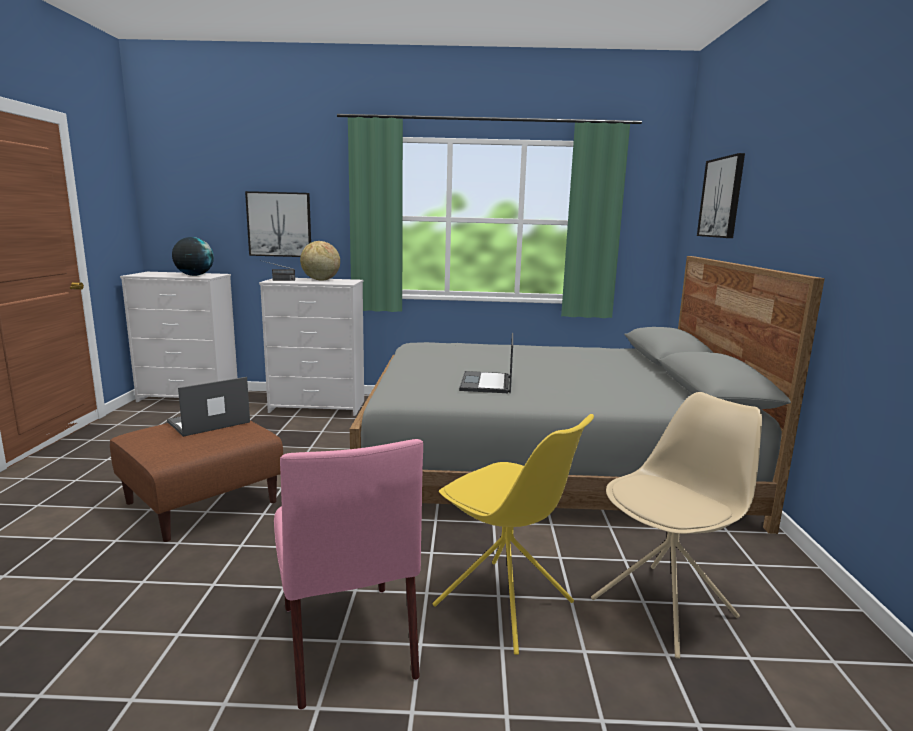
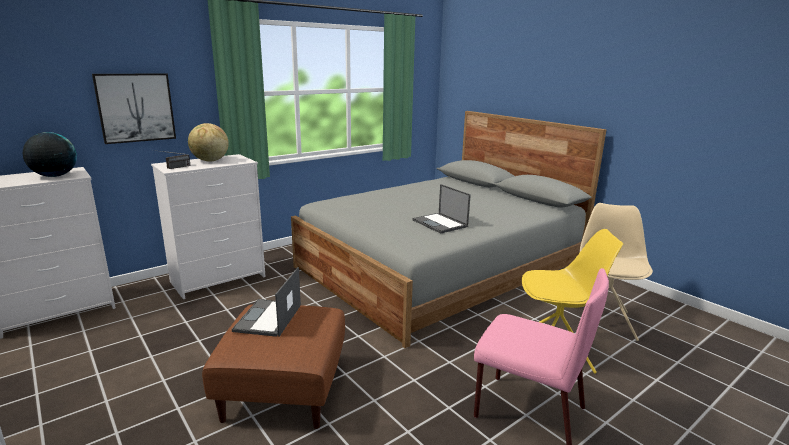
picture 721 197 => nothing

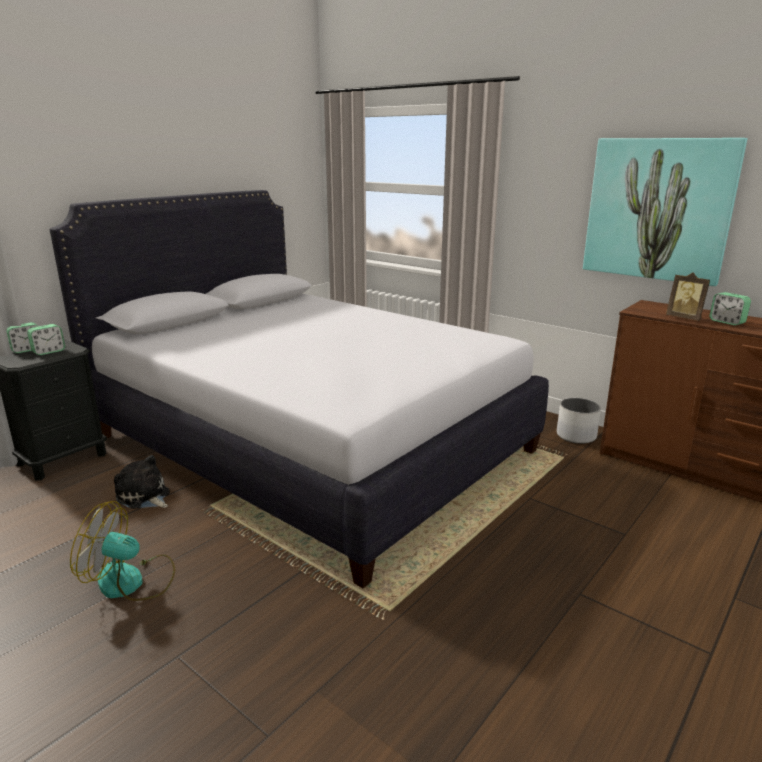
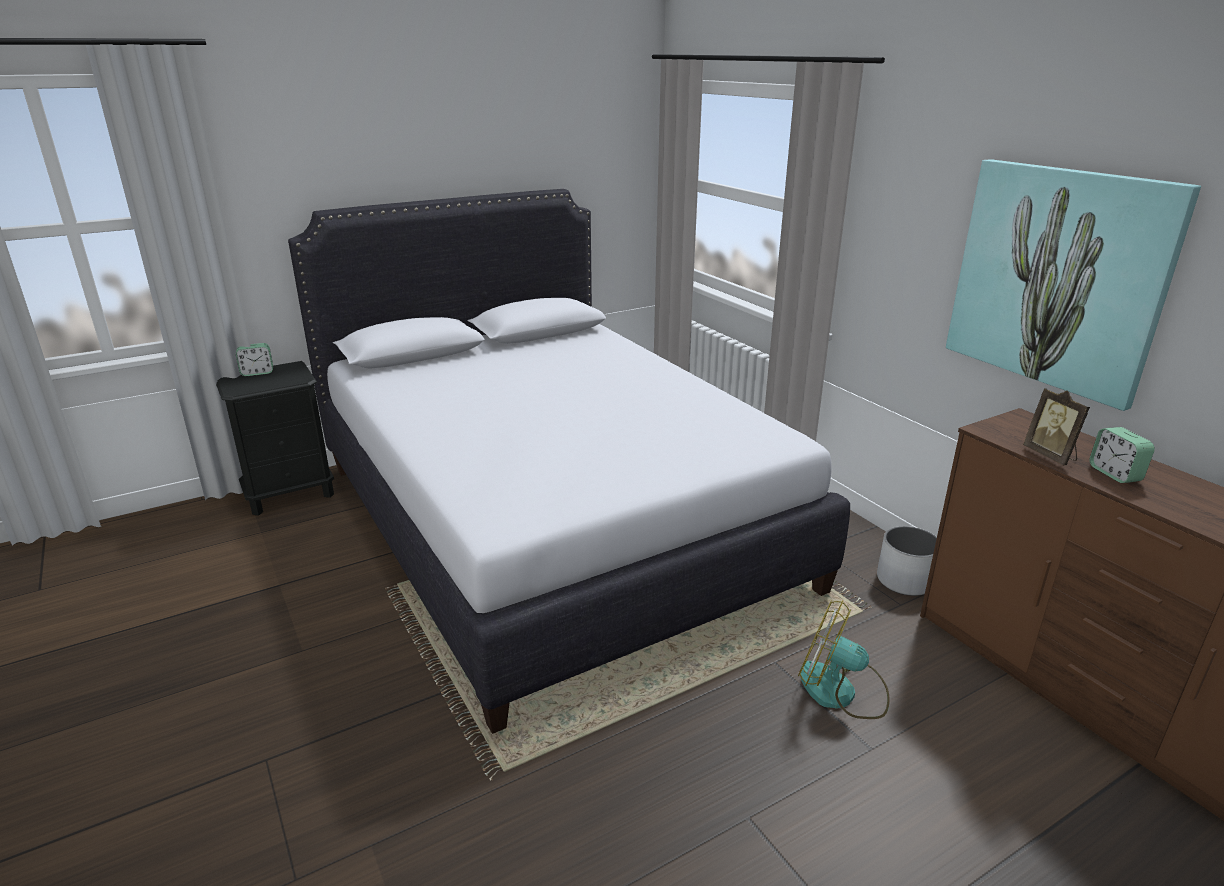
alarm clock 49 351 => nothing
fan 131 582 => fan 840 691, moved
plush toy 144 497 => nothing

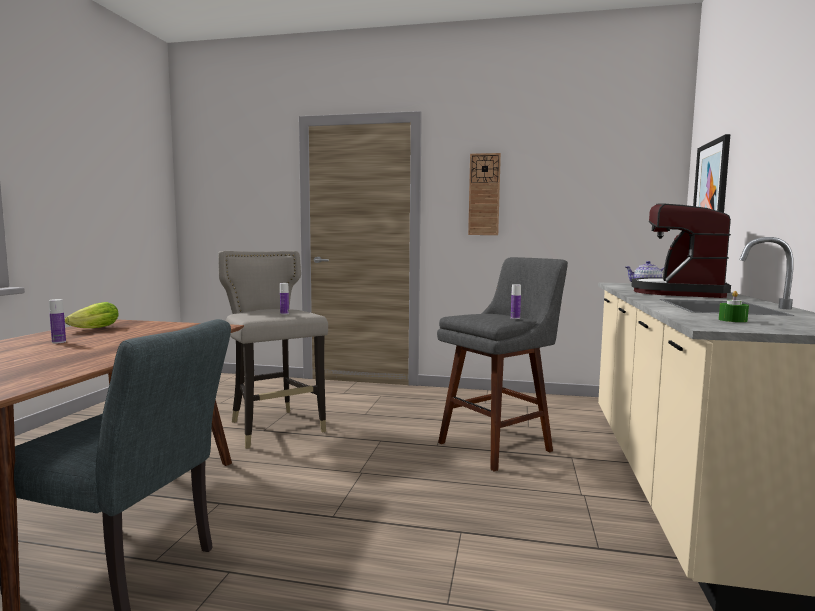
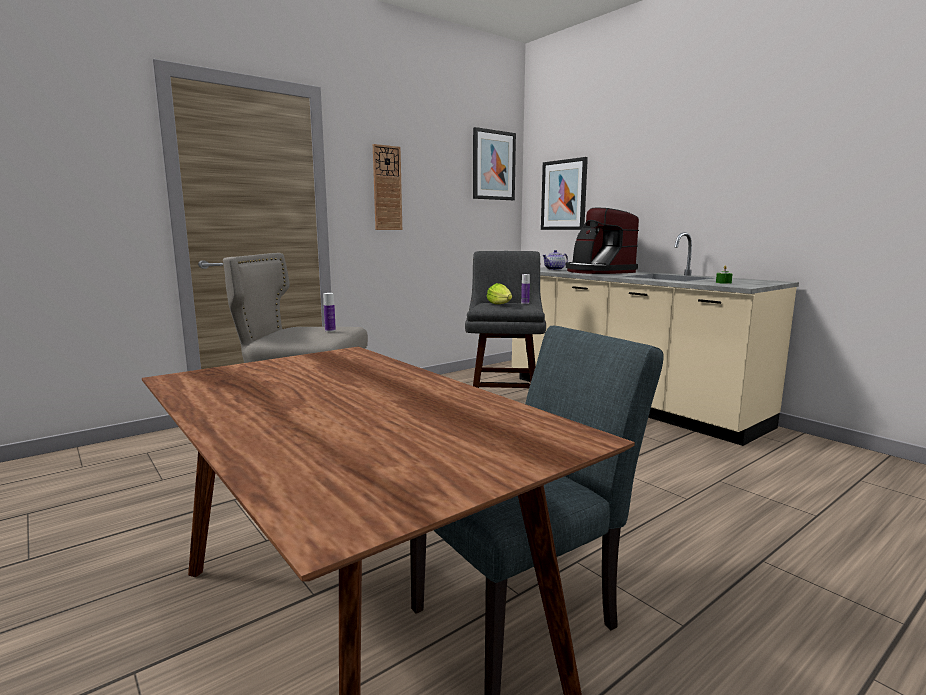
bottle 59 342 => nothing
lettuce 92 329 => lettuce 500 304, moved
nothing => picture 493 165

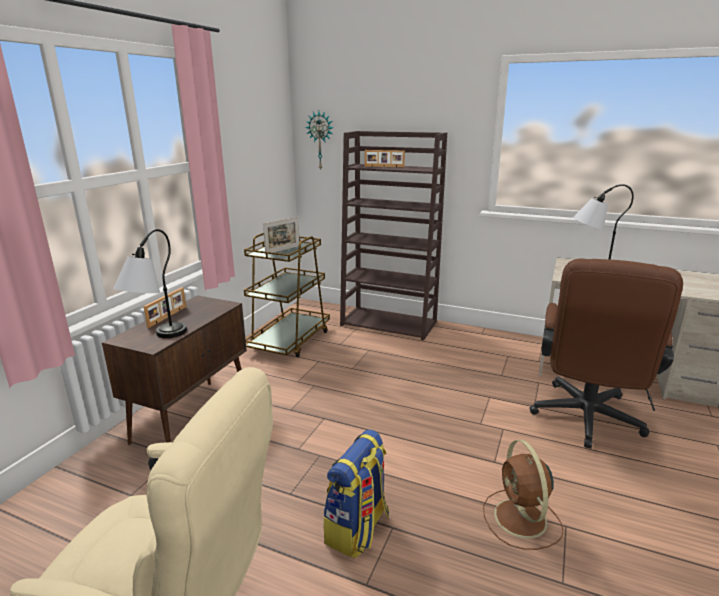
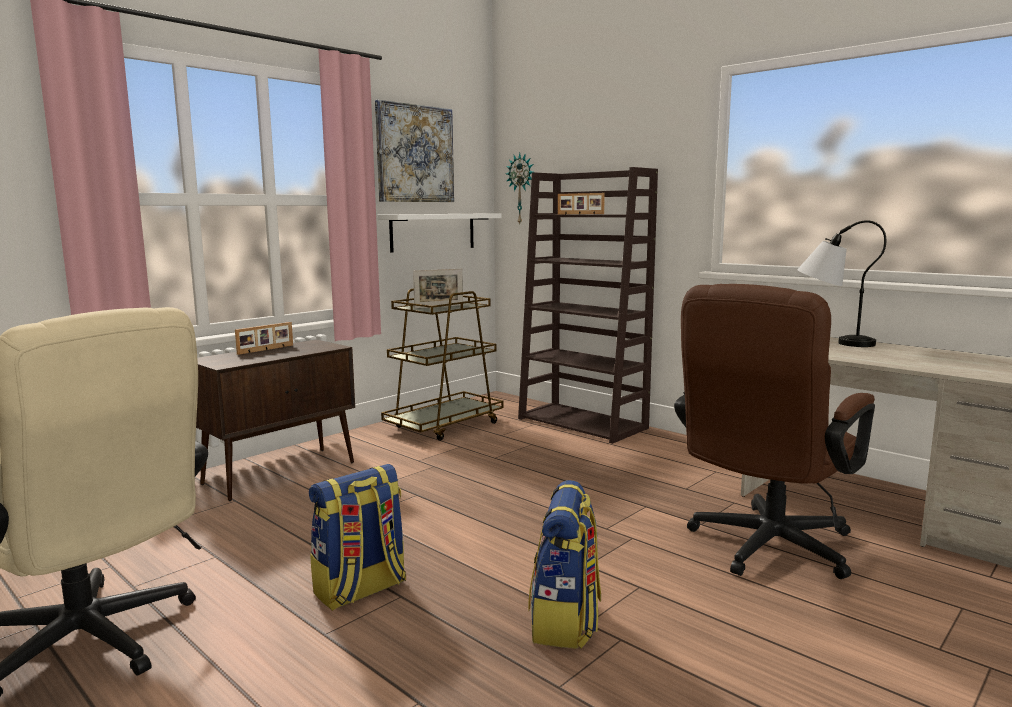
table lamp 156 340 => nothing
brown fan 521 520 => backpack 565 622
nothing => picture 415 154
nothing => white shelf 433 232

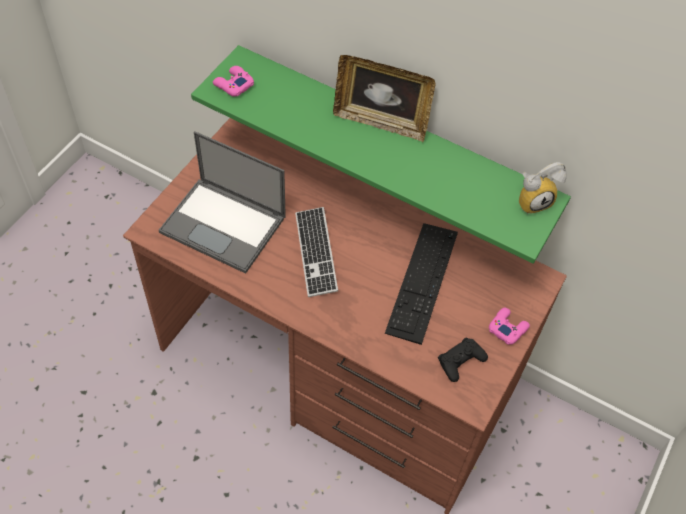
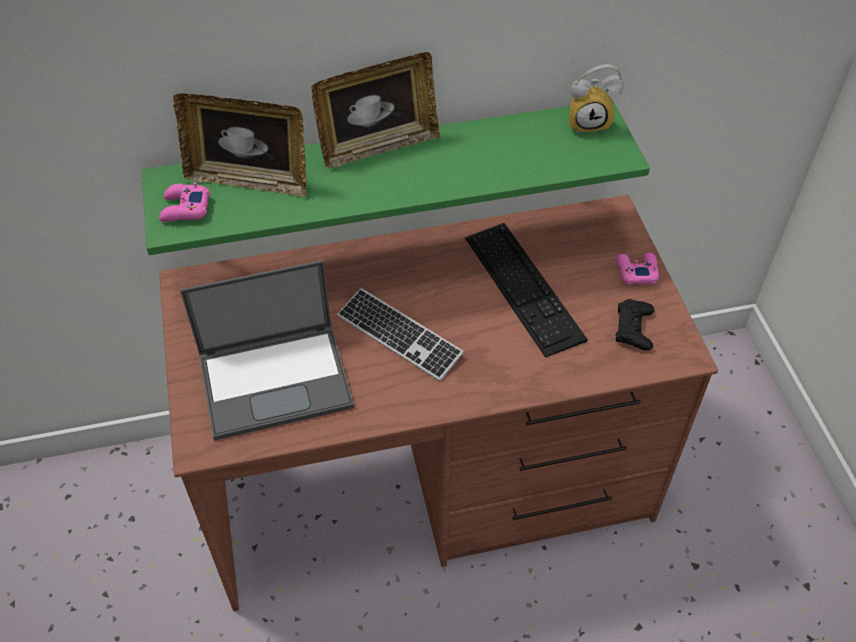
alarm clock 533 200 => alarm clock 589 122, 60 degrees clockwise
nothing => picture frame 249 180

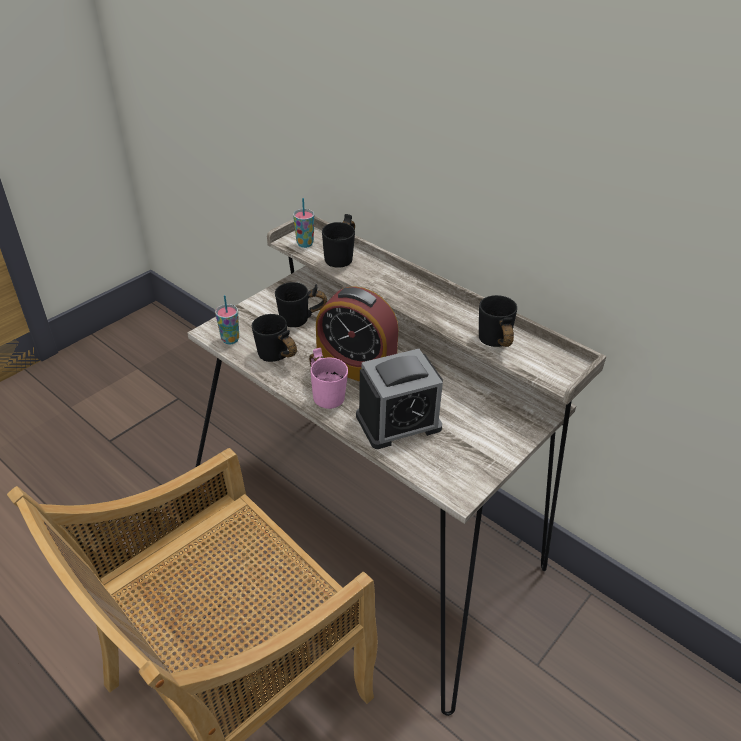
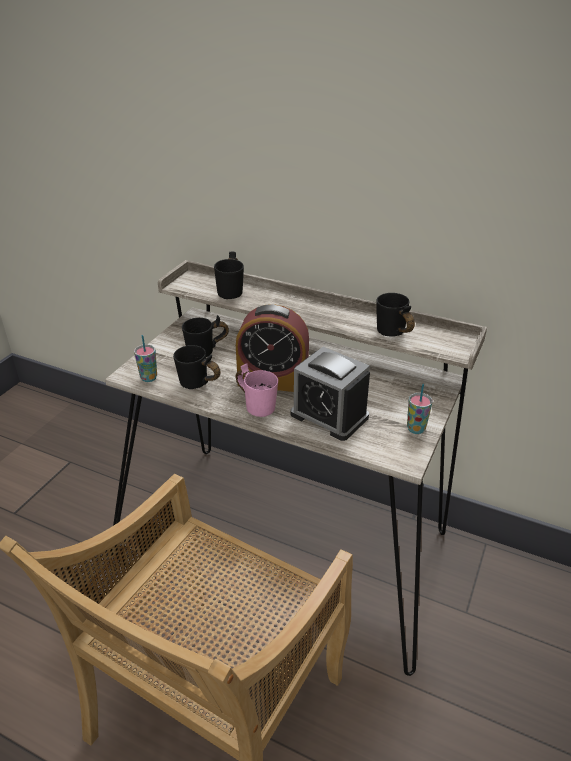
cup 305 244 => cup 416 429, moved
alarm clock 398 422 => alarm clock 329 416, 75 degrees clockwise

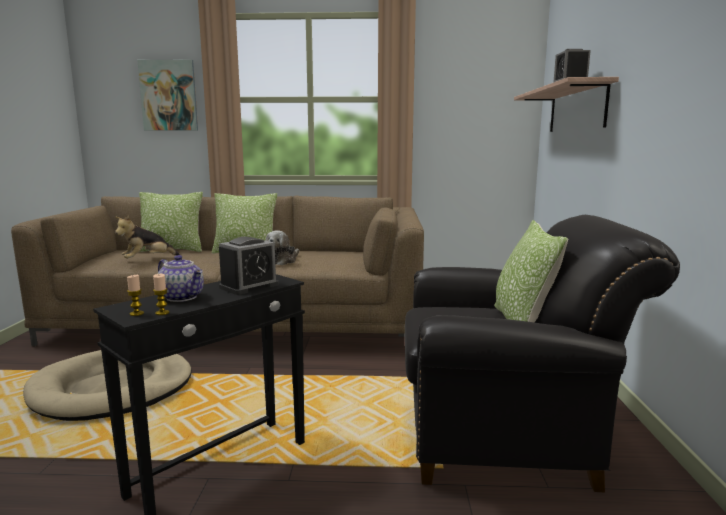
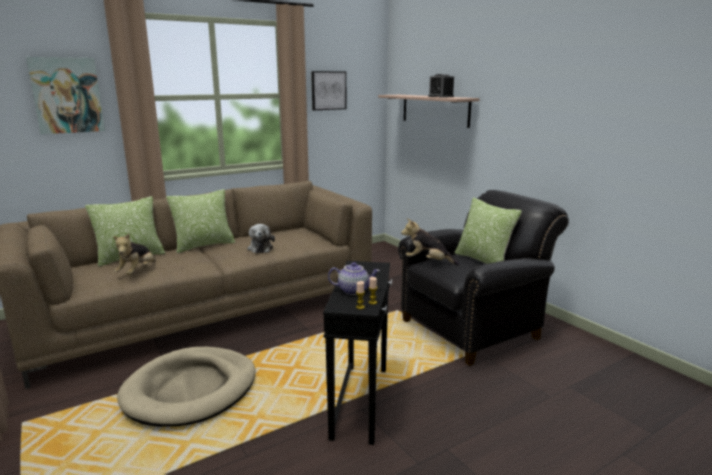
alarm clock 249 286 => nothing
nothing => picture 328 90
nothing => plush toy 428 262

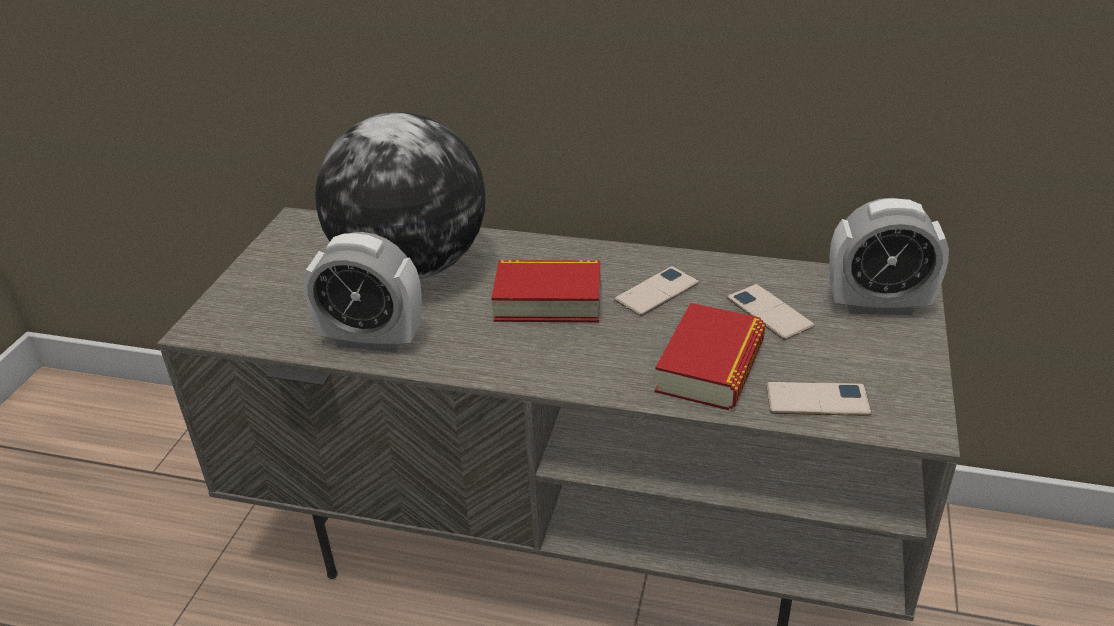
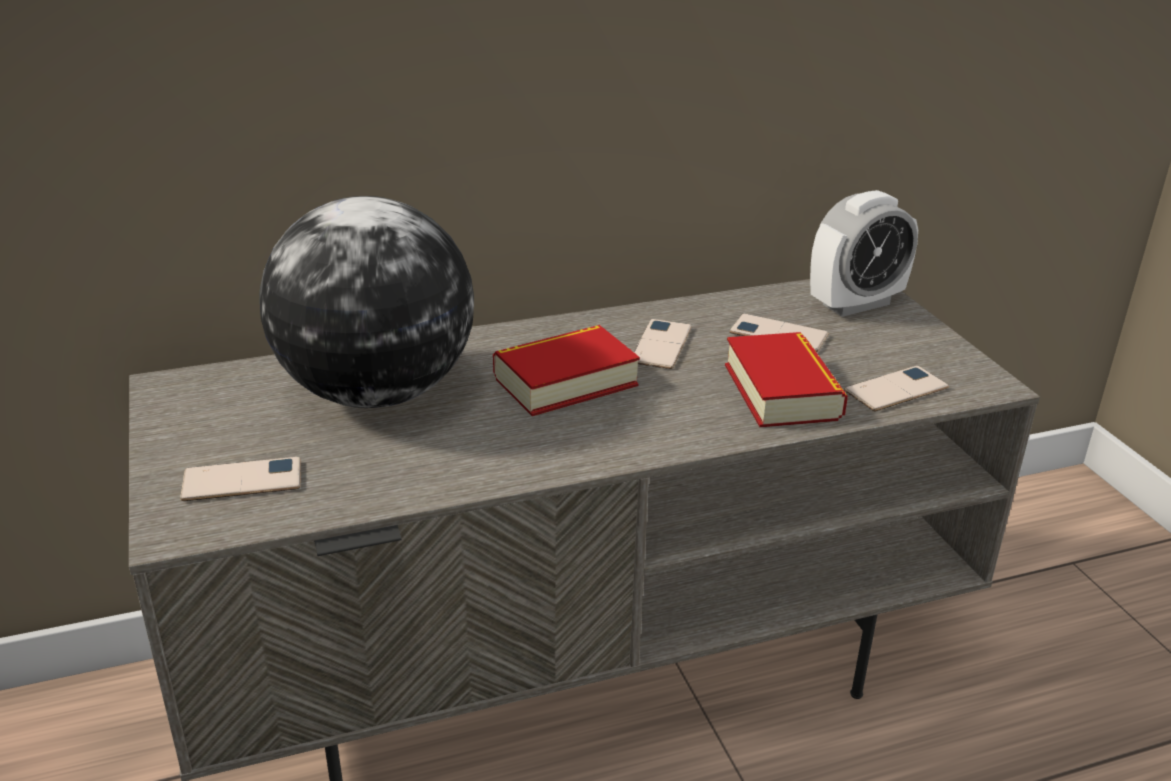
alarm clock 371 339 => nothing
nothing => phone 242 480

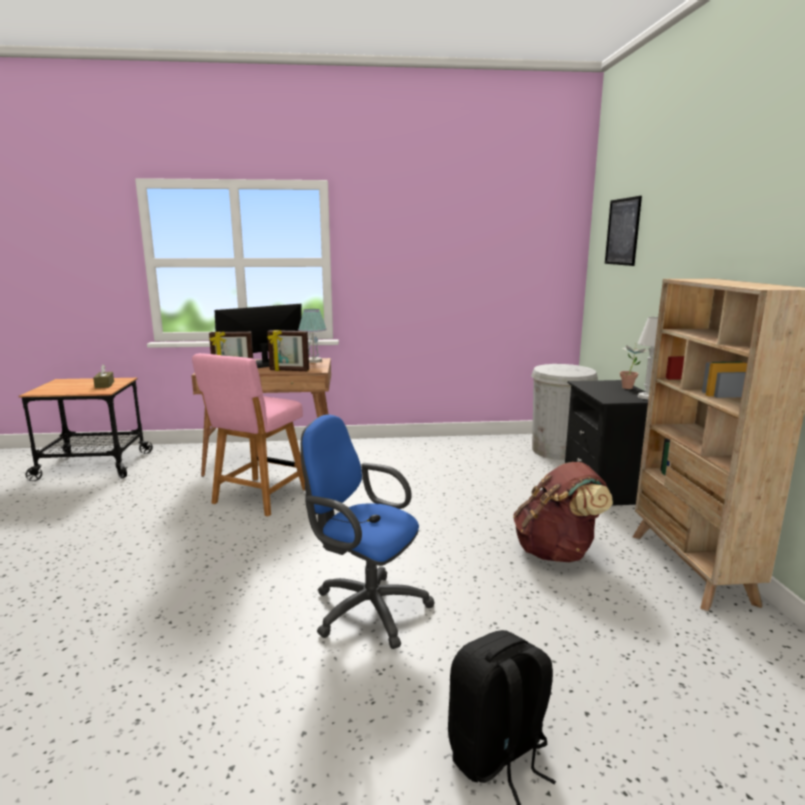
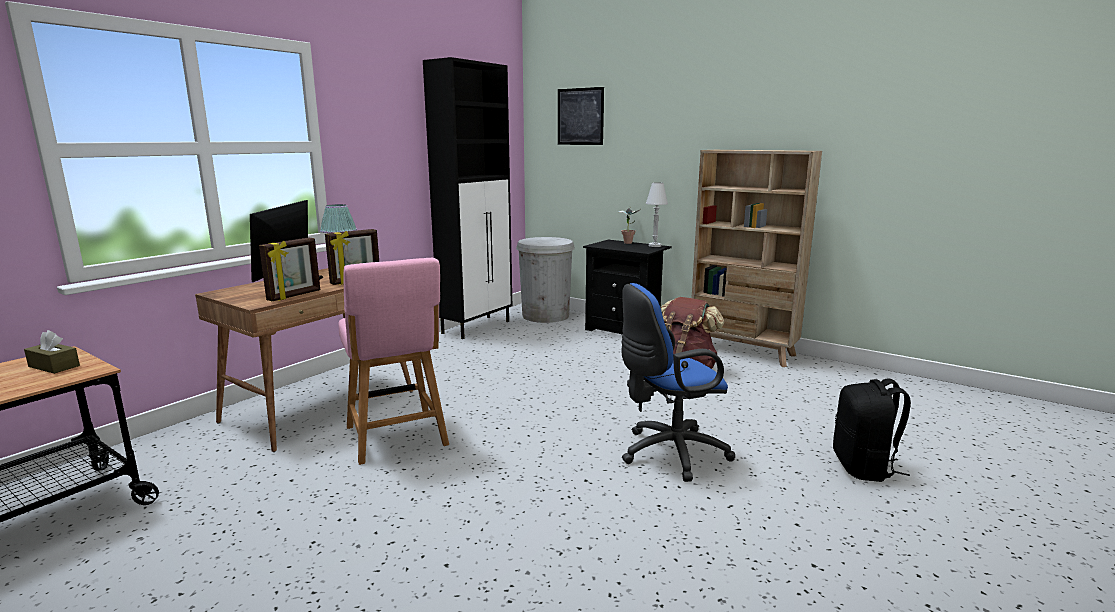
nothing => black cabinet 477 327

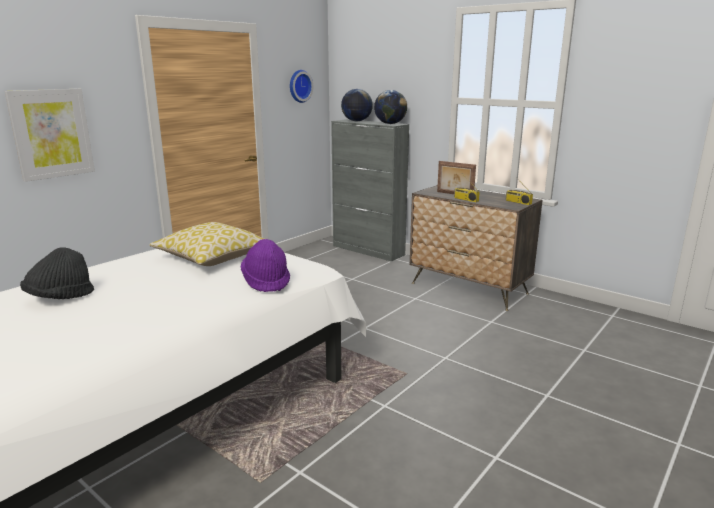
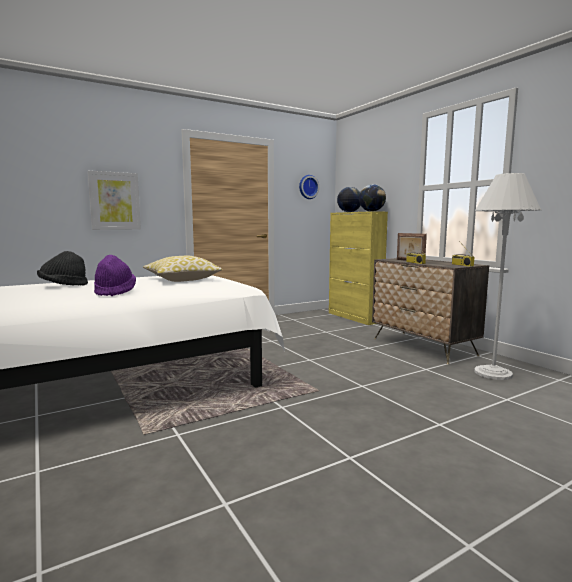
purple hat 266 282 => purple hat 115 292, moved
grey cabinet 368 250 => yellow cabinet 354 317
nothing => white floor lamp 493 373

